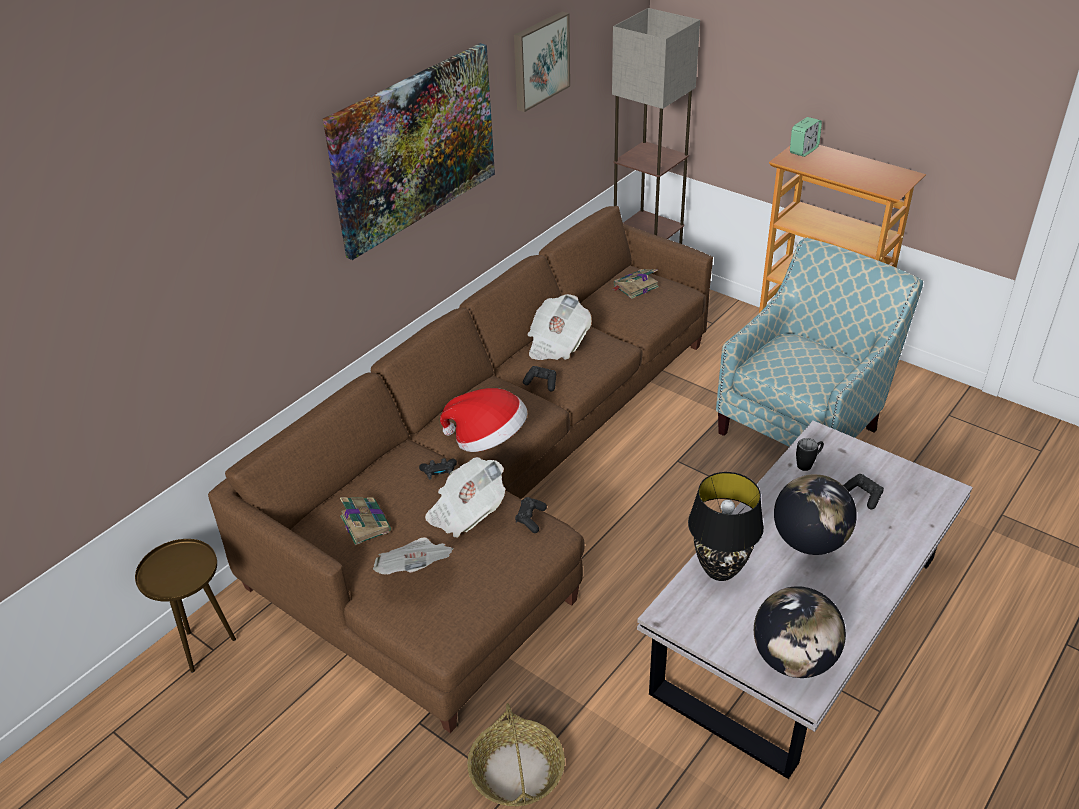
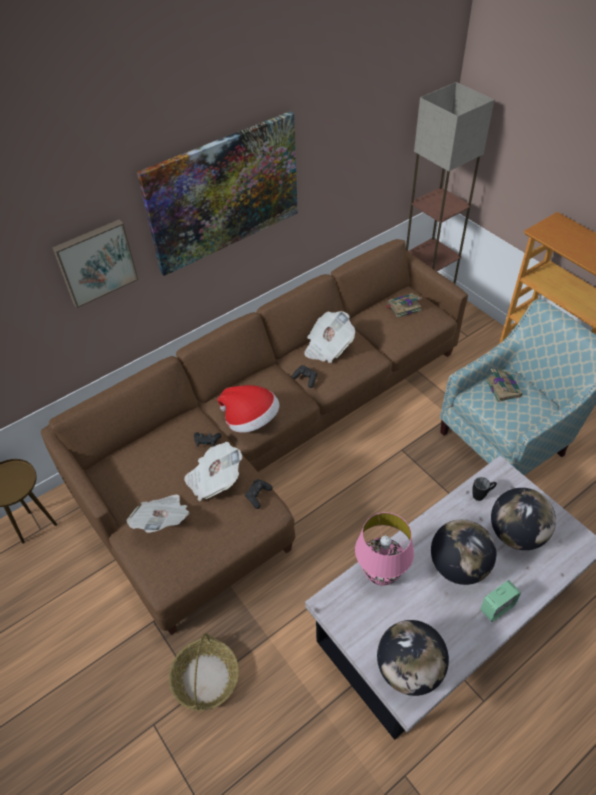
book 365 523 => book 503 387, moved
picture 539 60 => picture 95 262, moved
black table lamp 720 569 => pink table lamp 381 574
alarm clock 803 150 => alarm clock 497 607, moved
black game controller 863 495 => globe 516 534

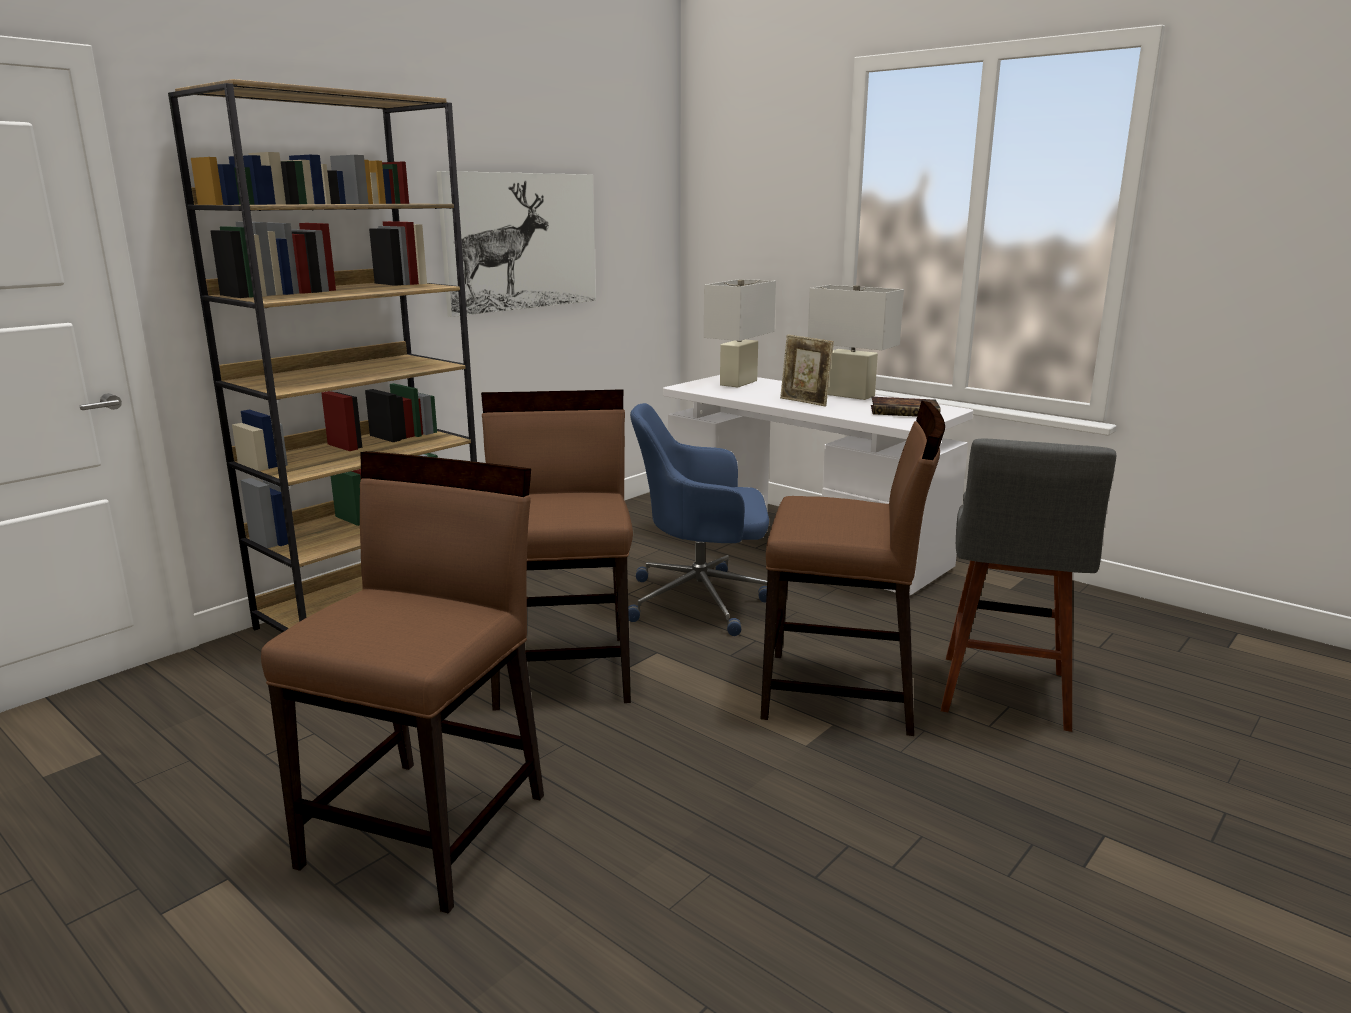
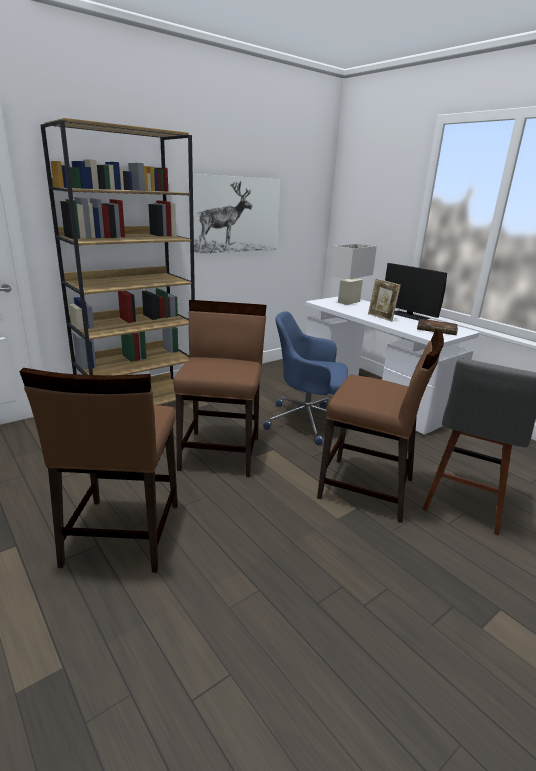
brown chair 429 828 => brown chair 121 534, 150 degrees clockwise
white table lamp 850 395 => monitor 409 315

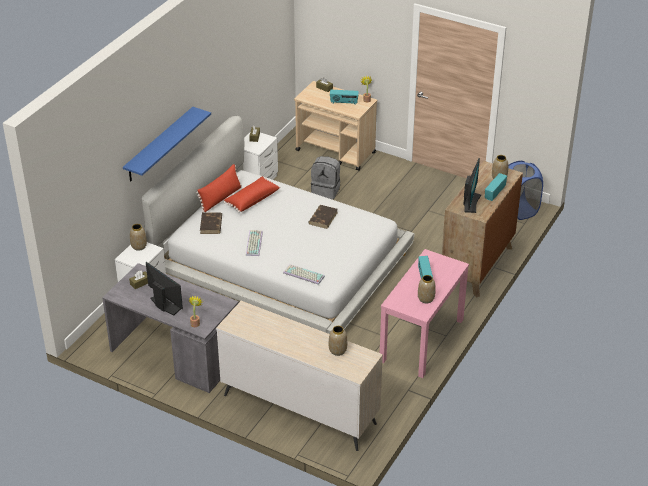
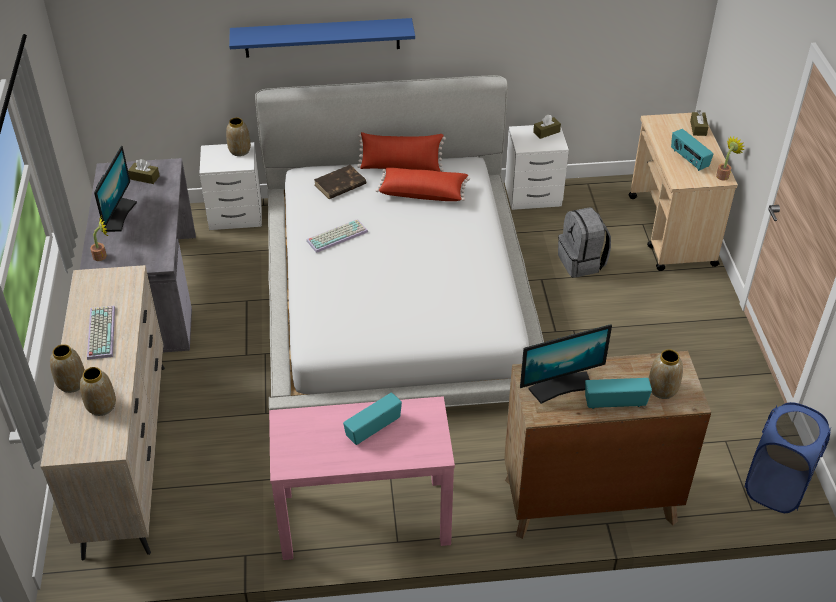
keyboard 303 275 => keyboard 100 332, moved
brown book 323 218 => nothing
vase 426 299 => vase 72 384, moved

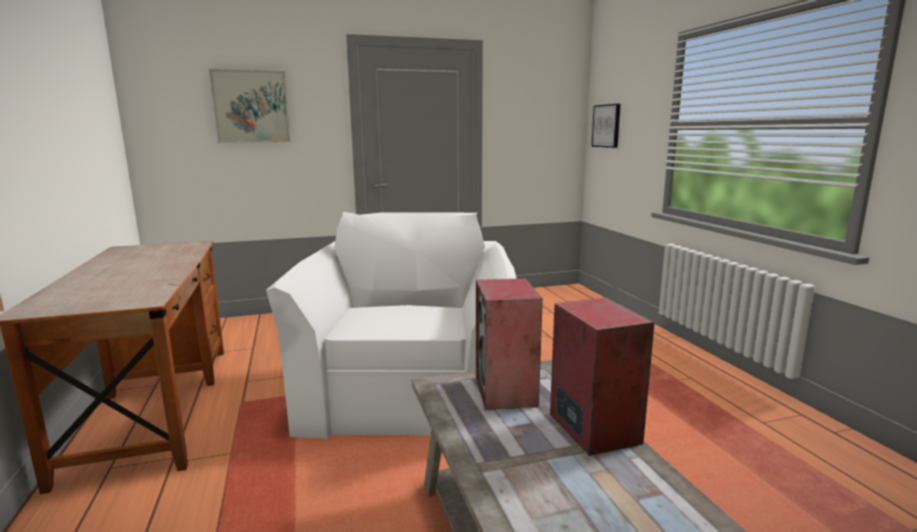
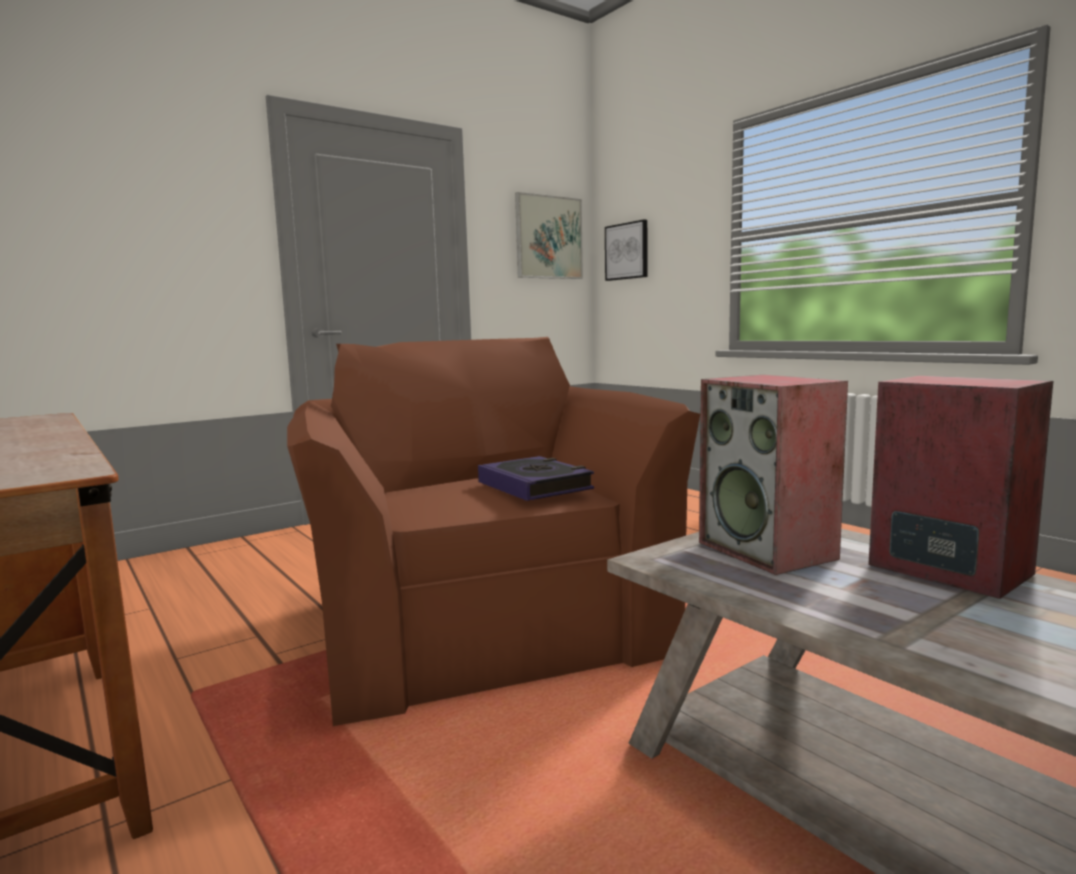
picture 251 107 => picture 548 237, moved
white armchair 409 388 => brown armchair 479 618
nothing => book 535 486

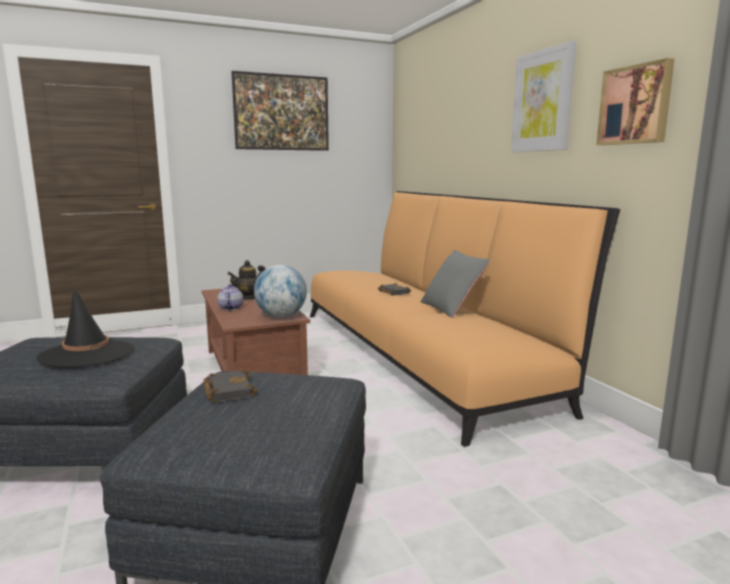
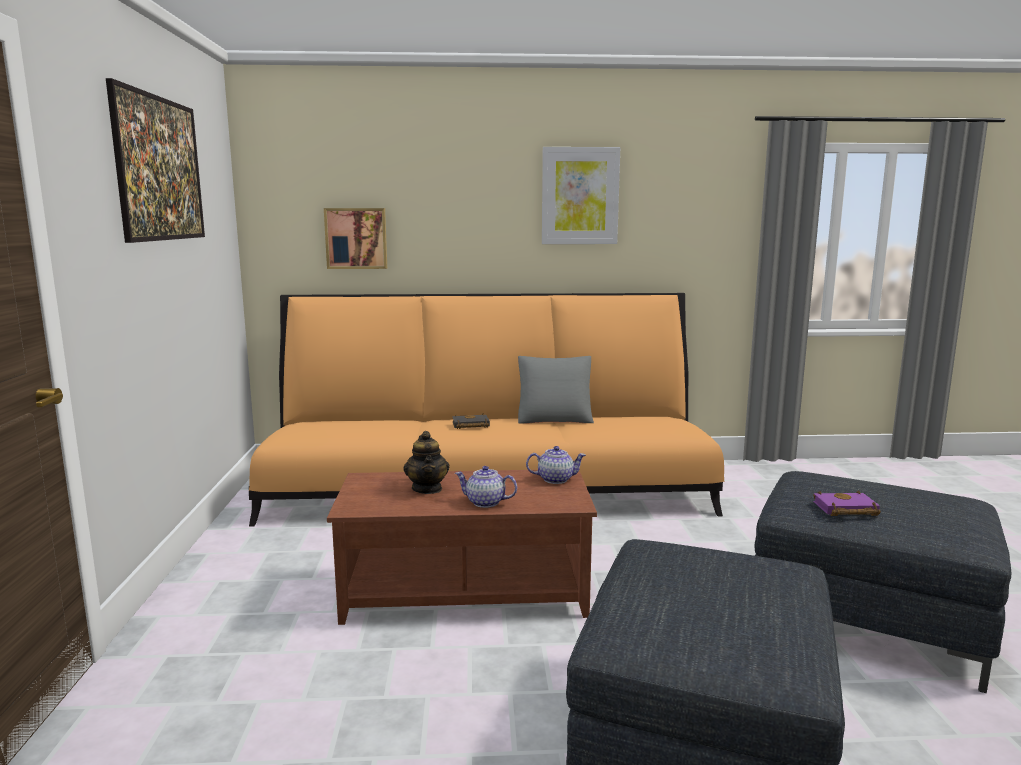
black hat 87 354 => nothing
black book 227 390 => purple book 844 510
globe 281 316 => teapot 556 479
picture 635 105 => picture 356 238, moved

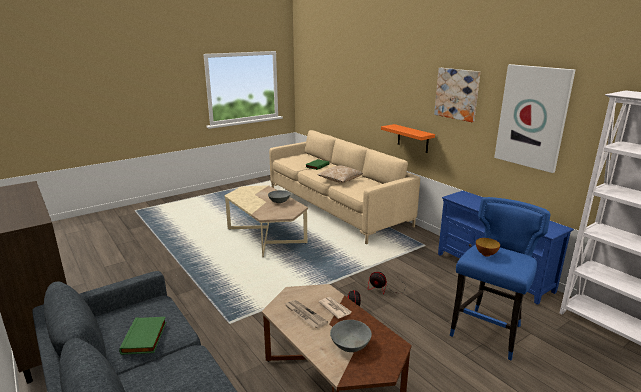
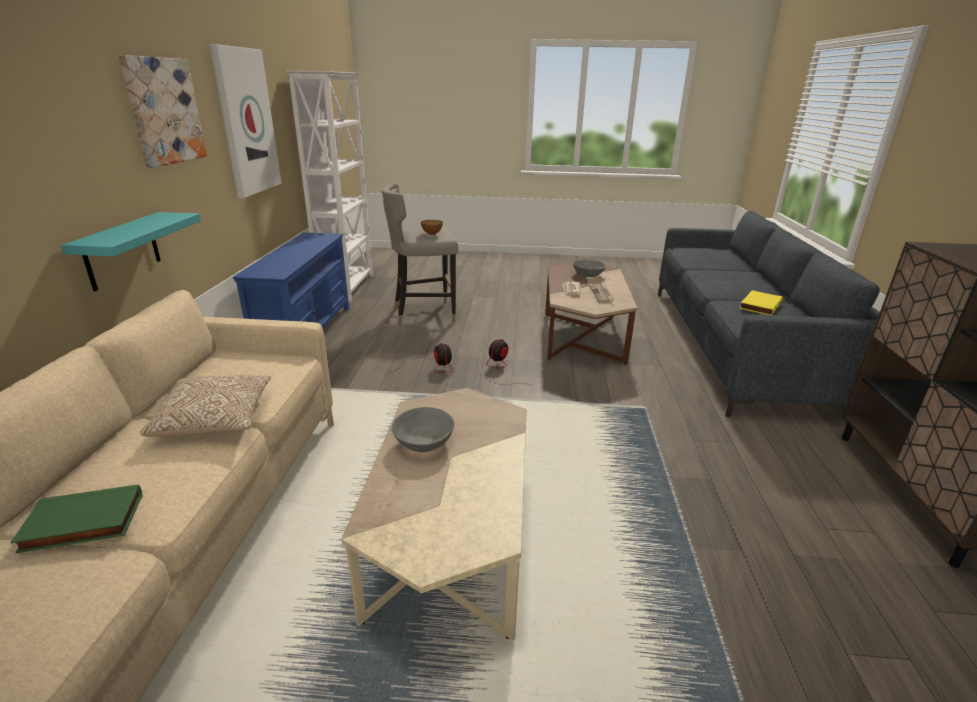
green book 145 338 => yellow book 759 305
orange shelf 413 138 => turquoise shelf 122 251
blue stool 488 332 => grey stool 423 314

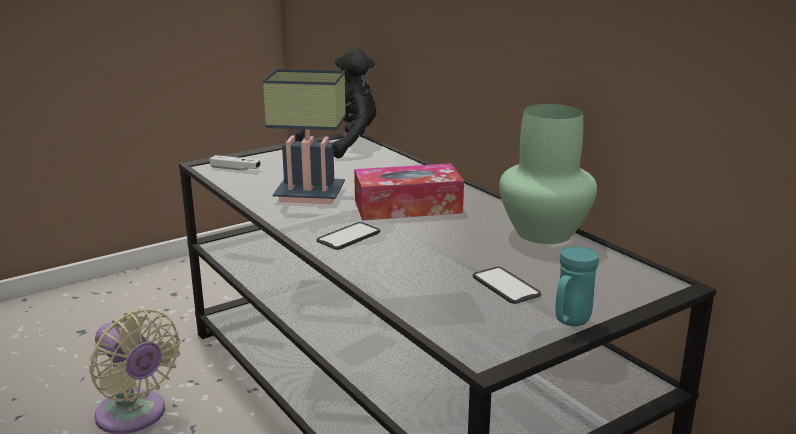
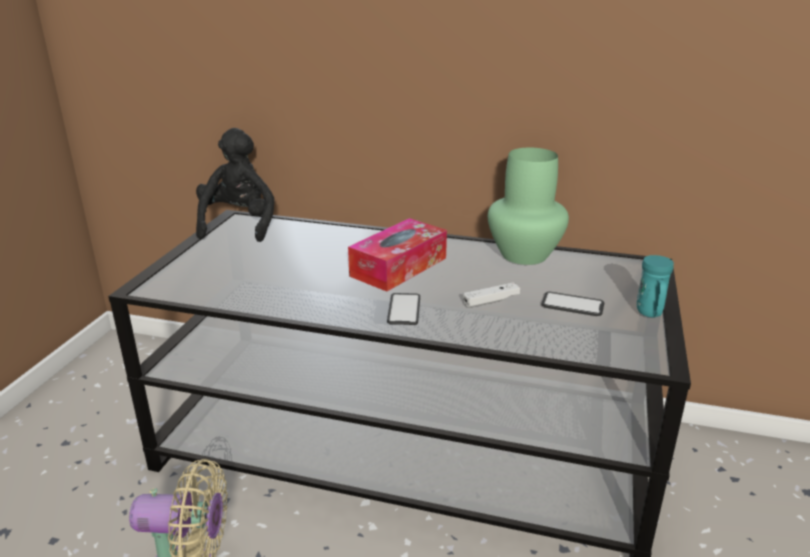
white game controller 235 169 => white game controller 491 301, moved
table lamp 306 196 => nothing

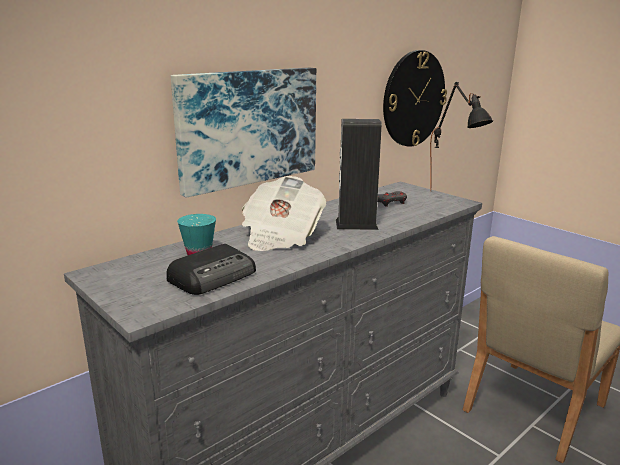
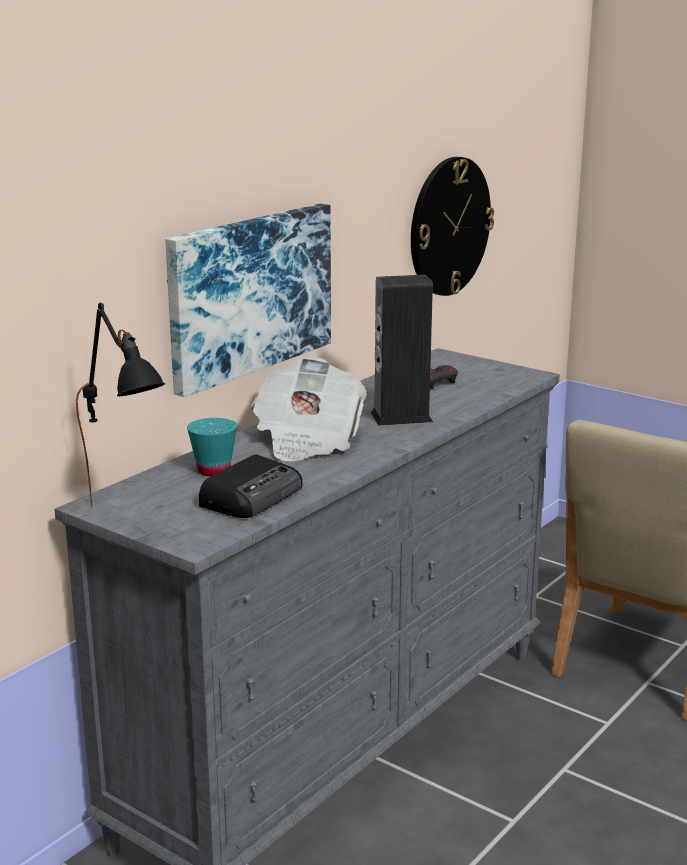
black table lamp 453 197 => black table lamp 127 518, moved

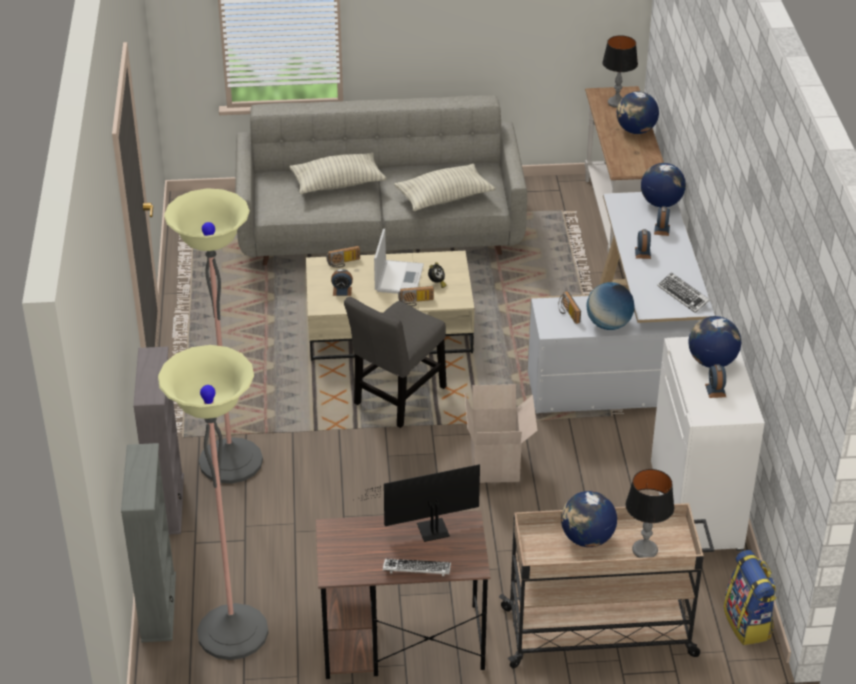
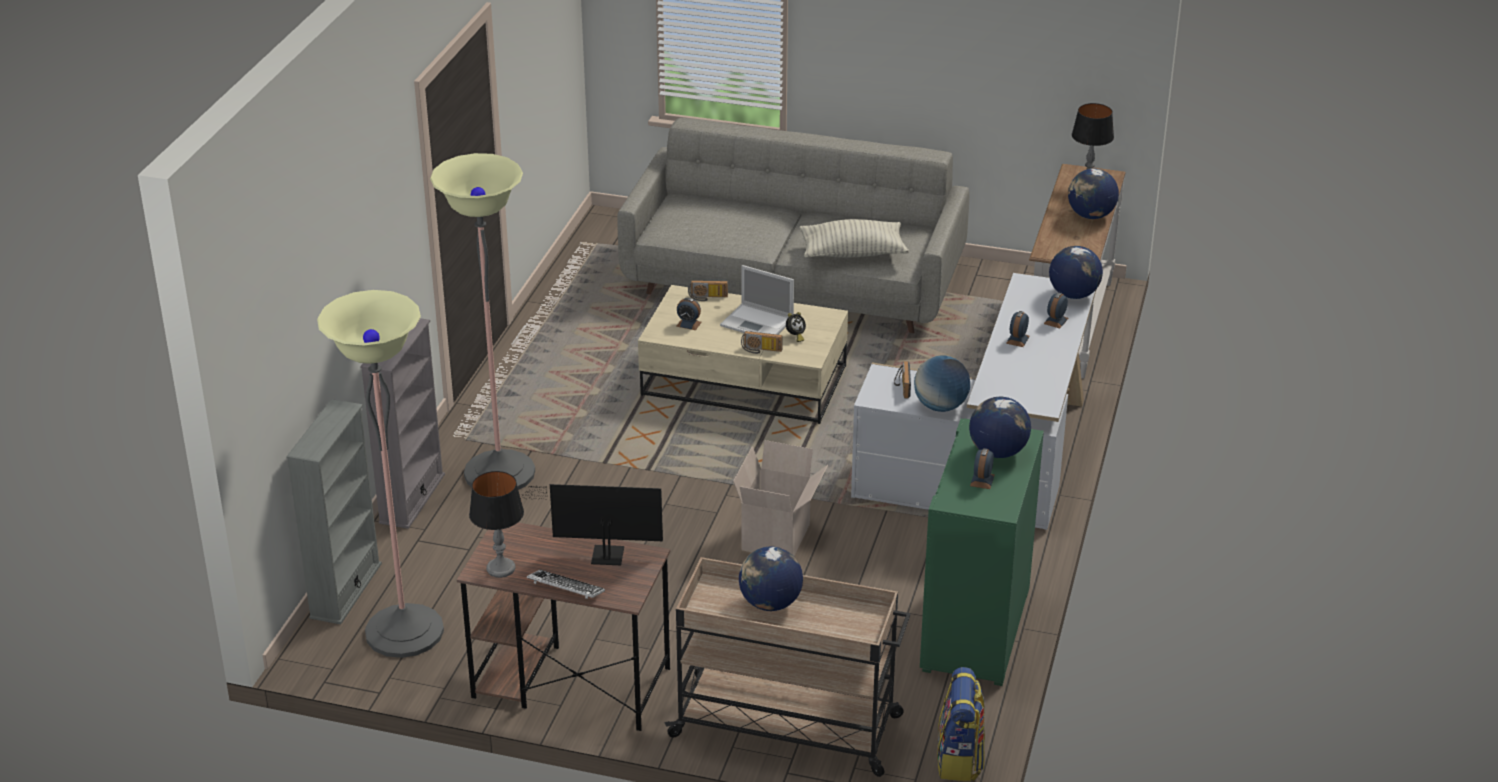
pillow 338 184 => nothing
grey chair 397 398 => nothing
laptop 399 277 => laptop 758 323, 90 degrees clockwise
table lamp 644 550 => table lamp 500 569, moved
white cabinet 697 506 => green cabinet 977 630
keyboard 683 295 => nothing

